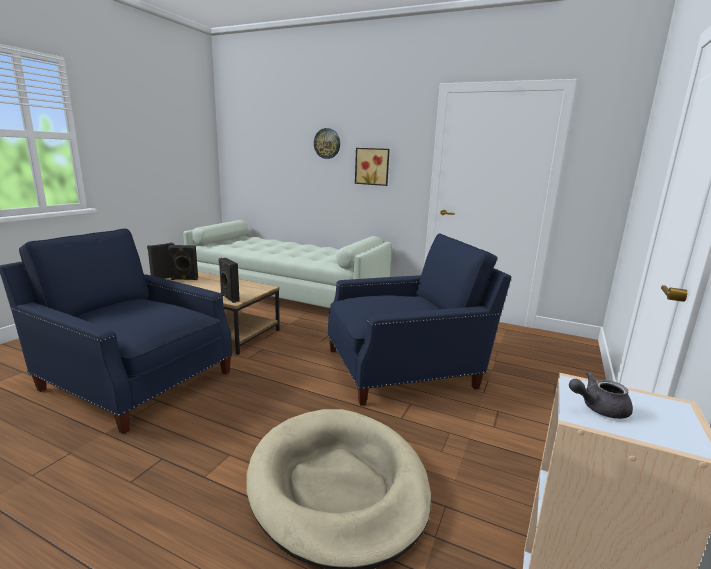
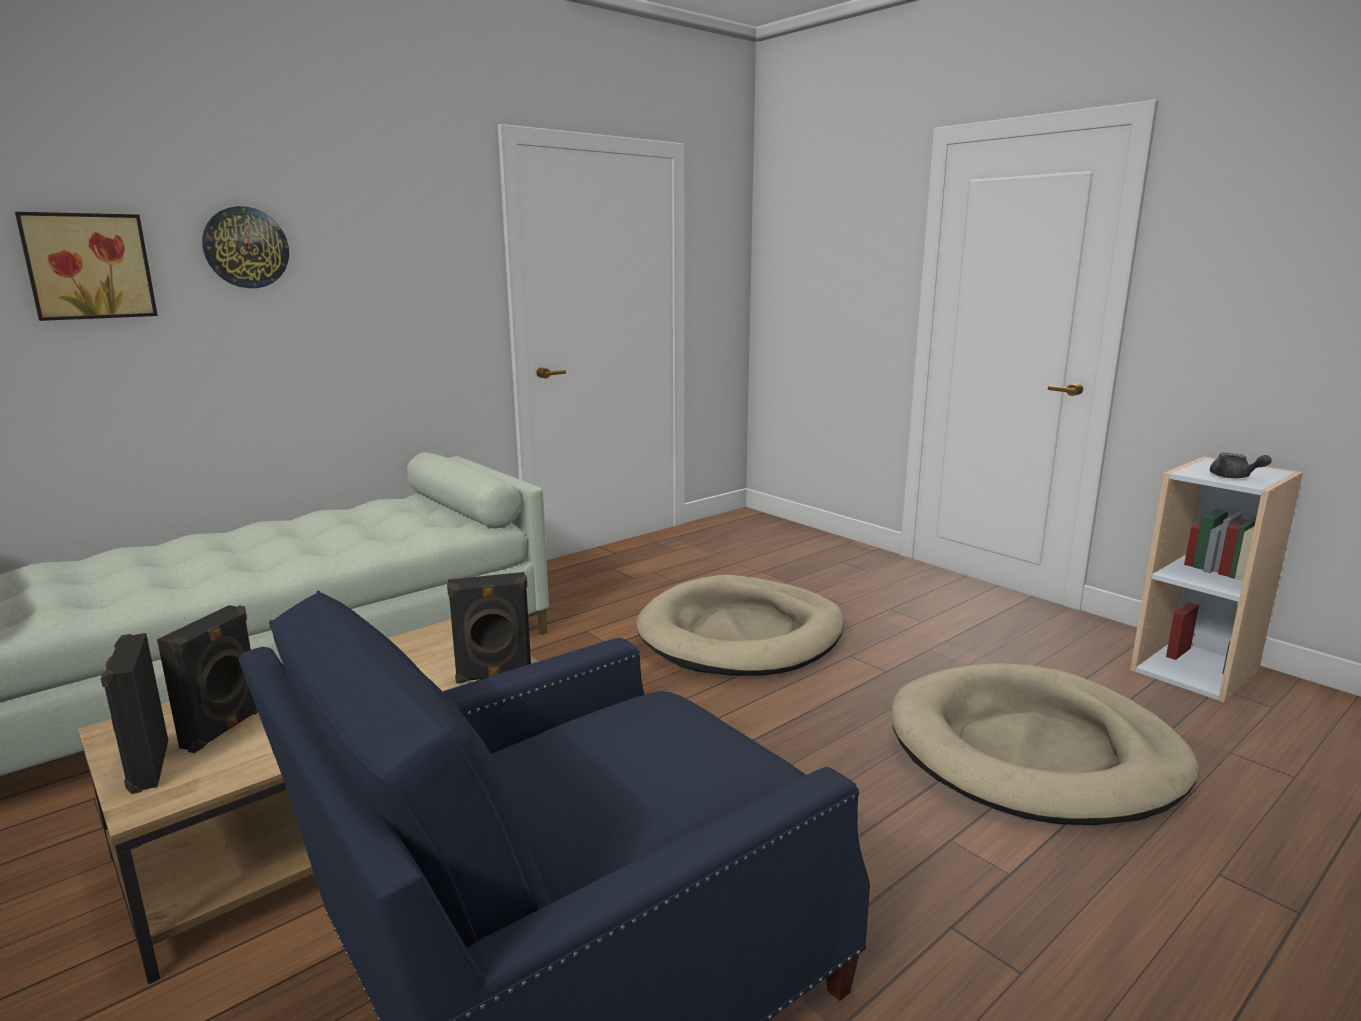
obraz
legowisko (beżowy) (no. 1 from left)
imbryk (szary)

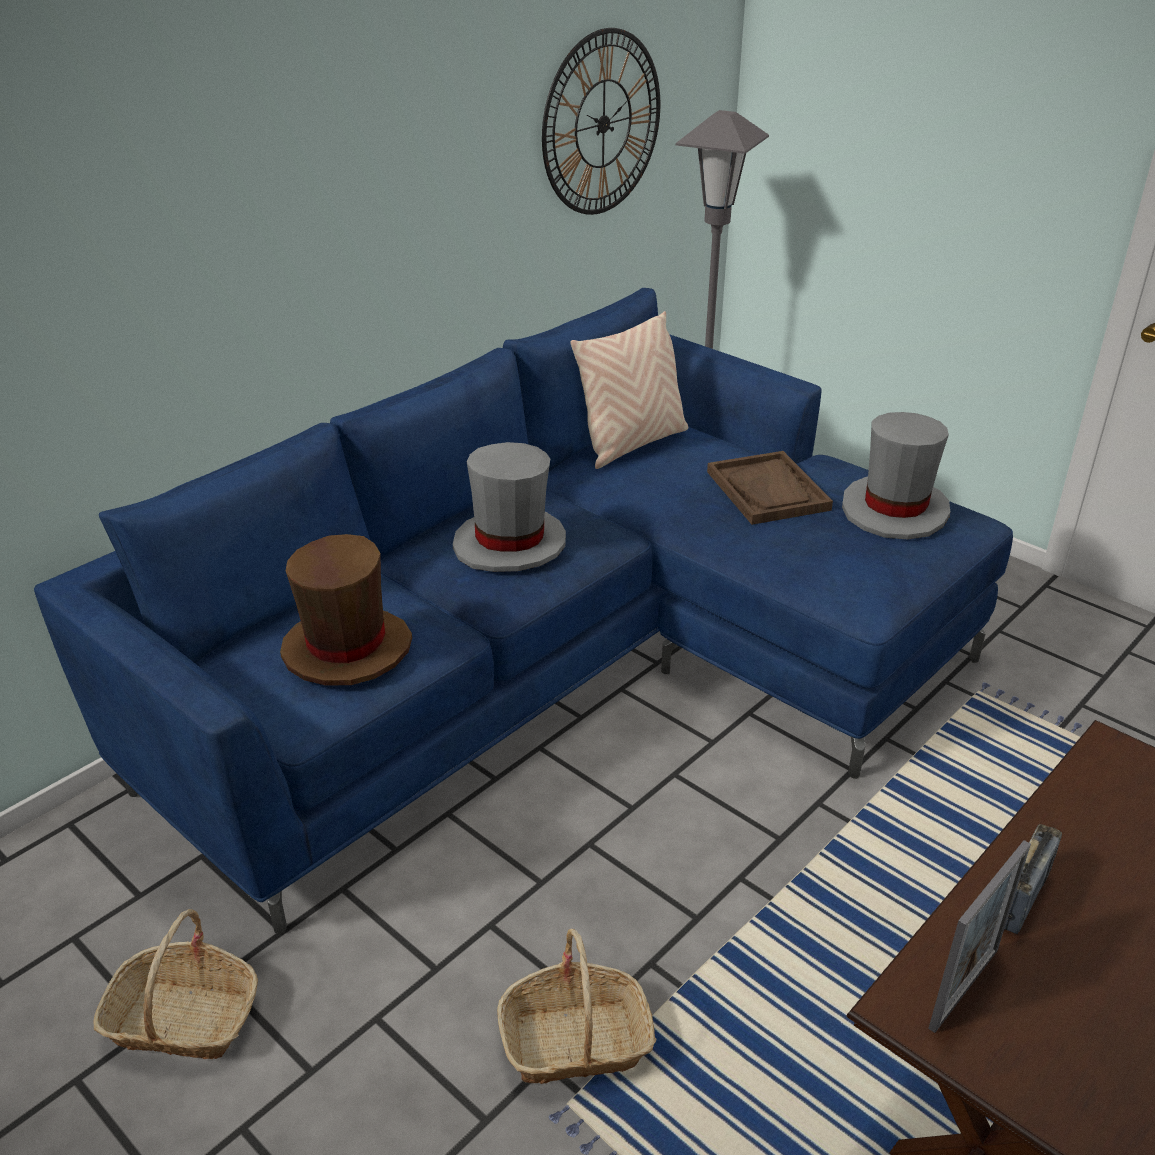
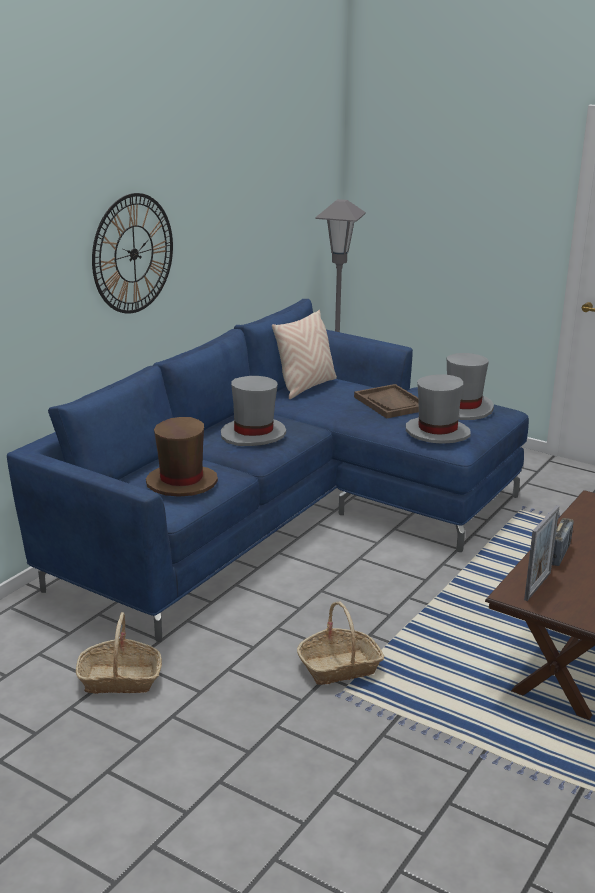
kapelusz (szary) (no. 2 from left)
zegar ścienny

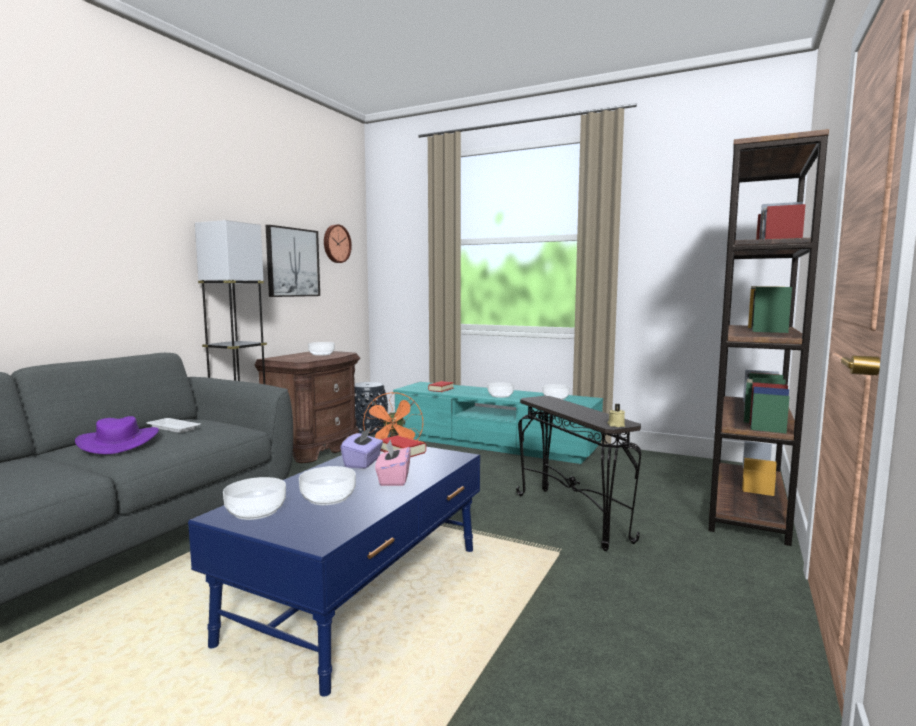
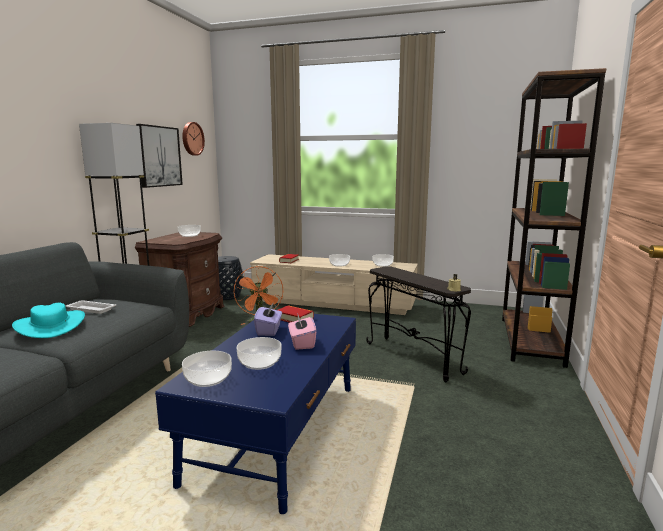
kapelusz (turkusowy)
szafka pod telewizor (beżowy)

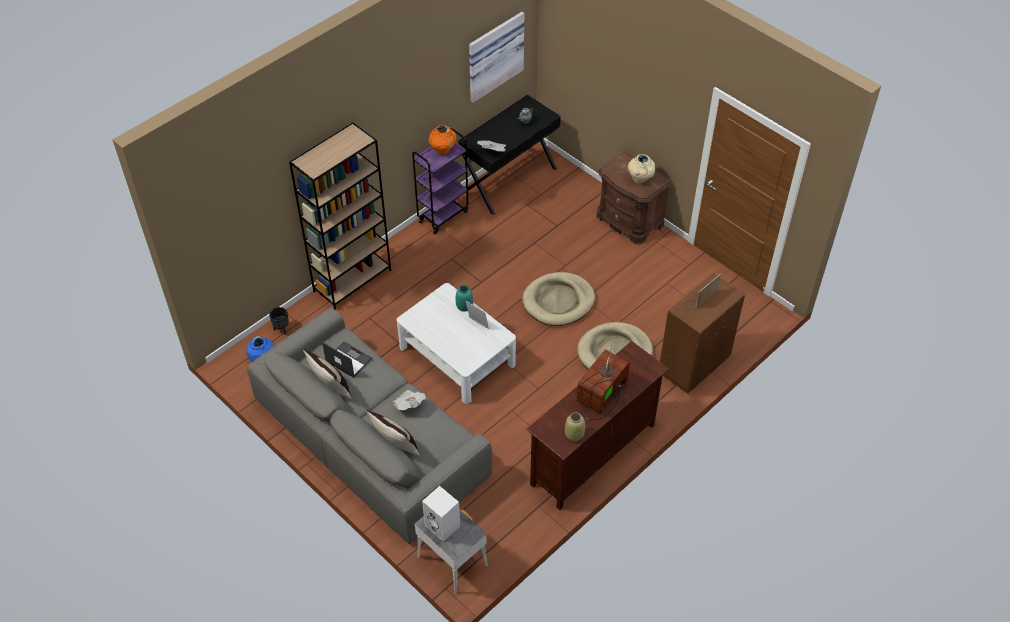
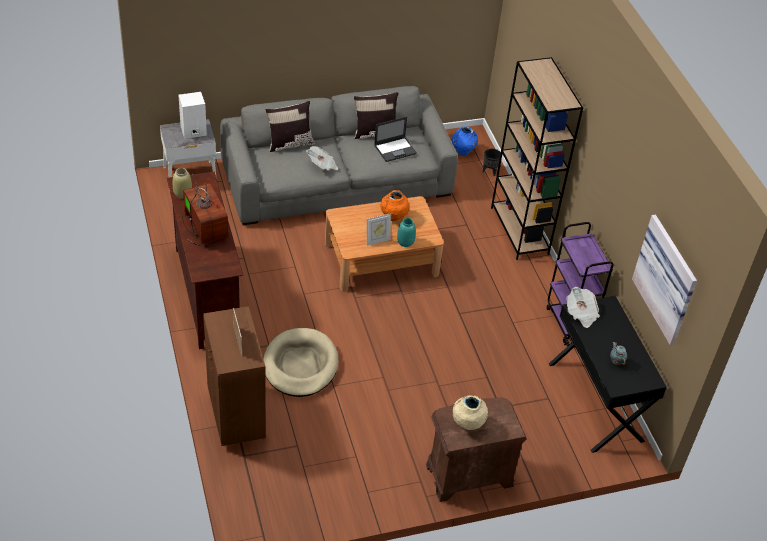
legowisko (beżowy) (no. 1 from left in the first image)
wazon (pomarańczowy)
ława (brązowy)

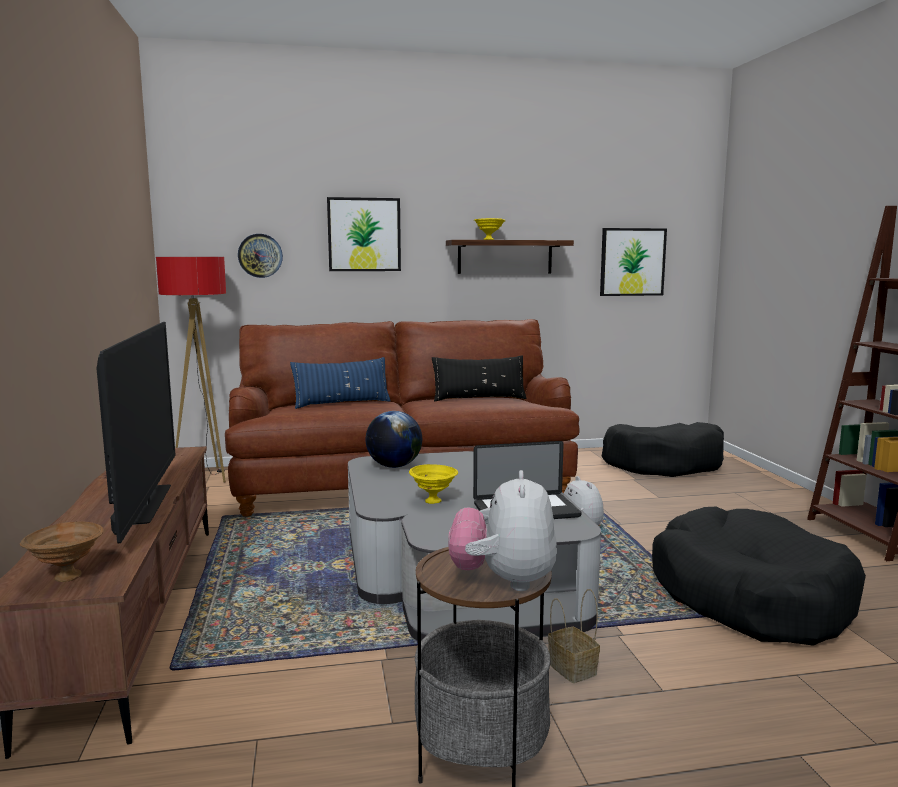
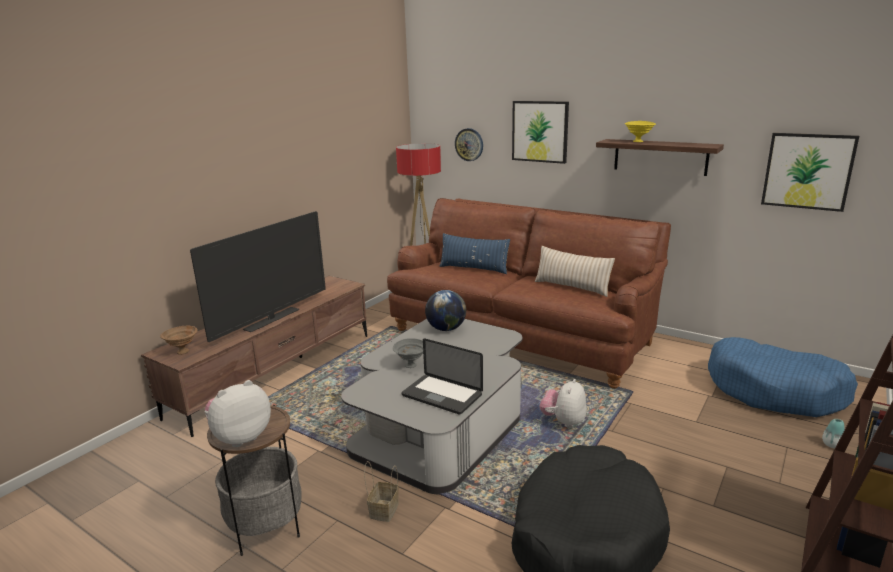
wazon
miska (szary)
poduszka (beżowy)
legowisko (niebieski)

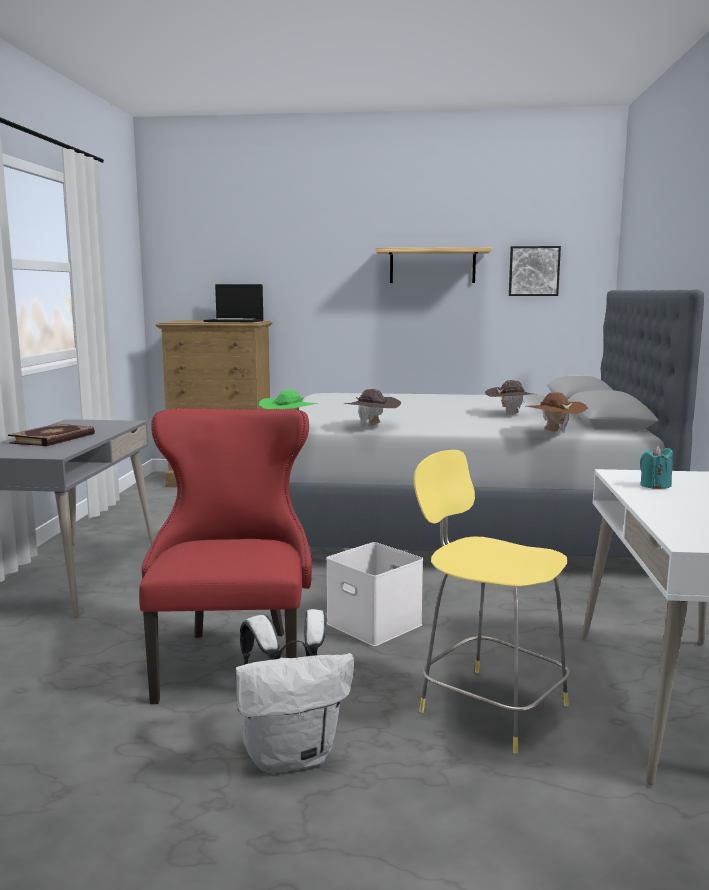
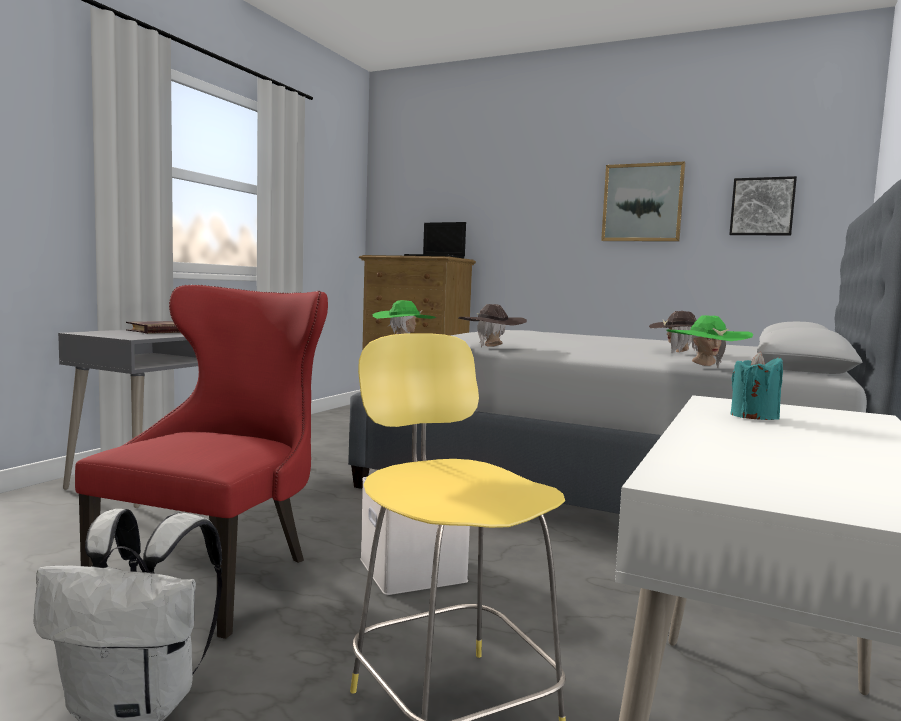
obraz (no. 1 from left)
kapelusz (zielony) (no. 2 from left)

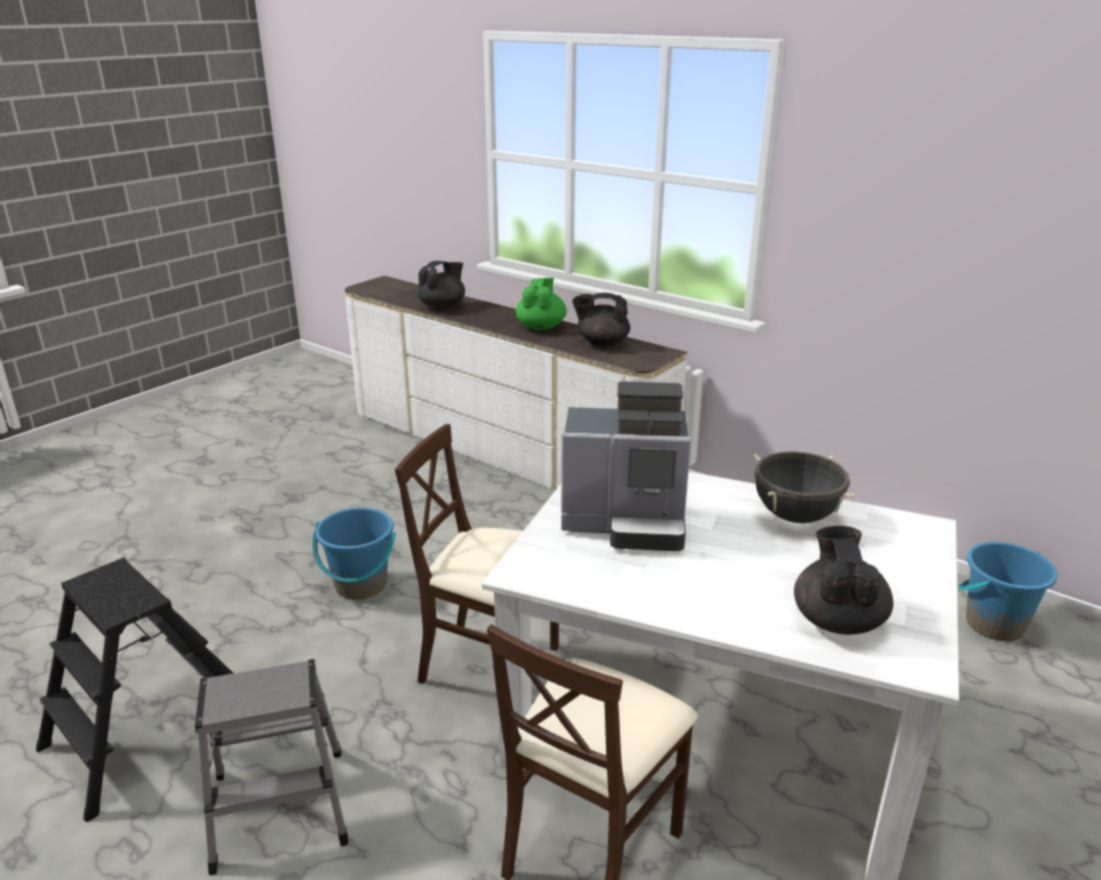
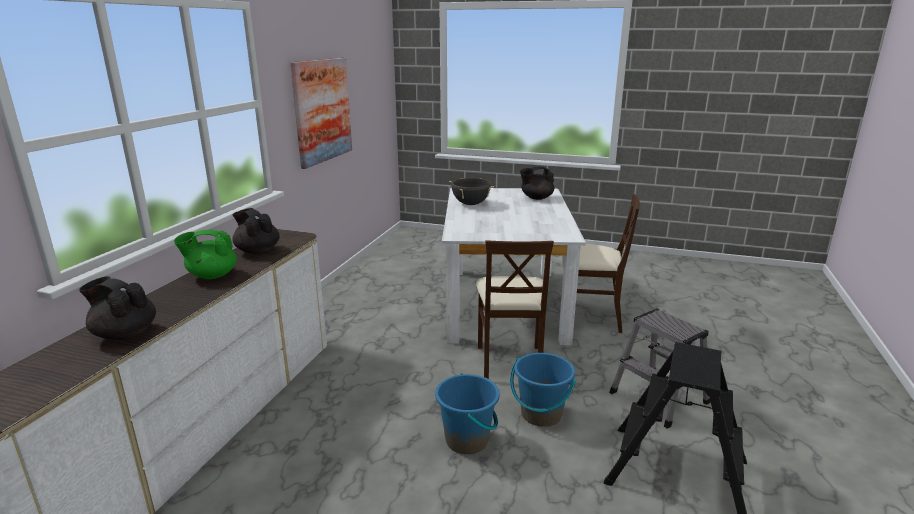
ekspres do kawy
obraz
wiadro (niebieski) (no. 2 from left)
imbryk (czarny) (no. 2 from left)

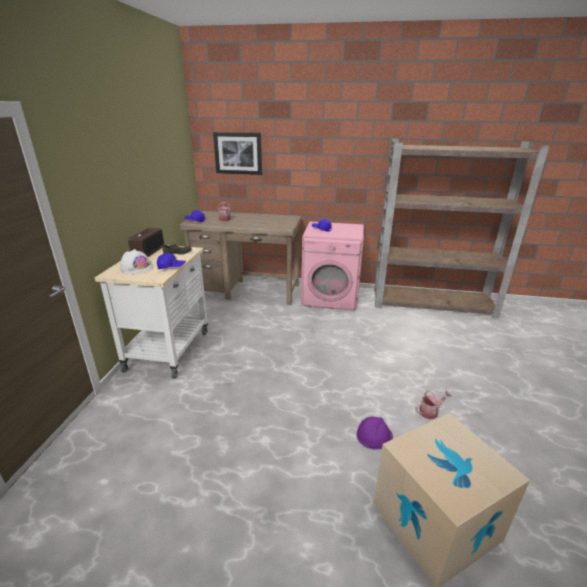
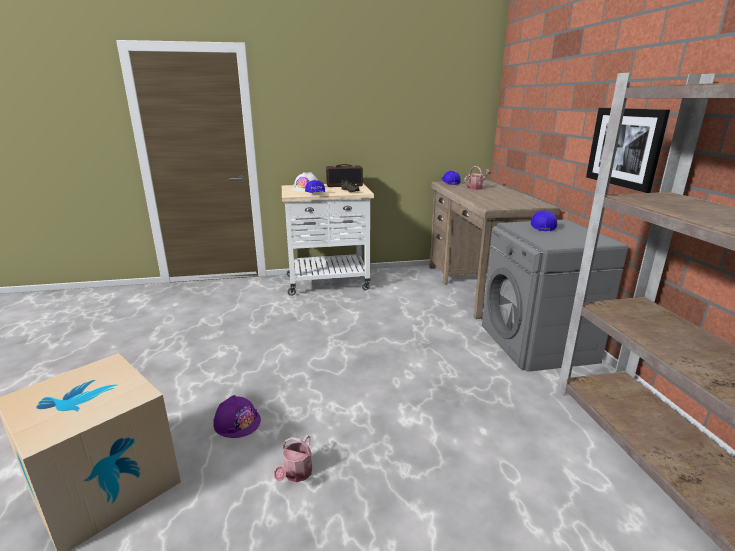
obraz
pralka (szary)
konewka (no. 1 from left)

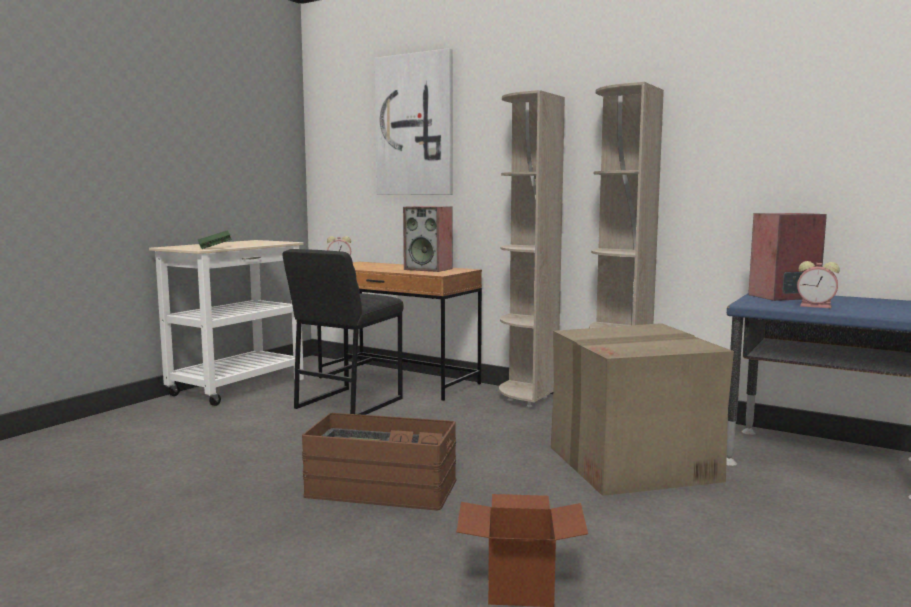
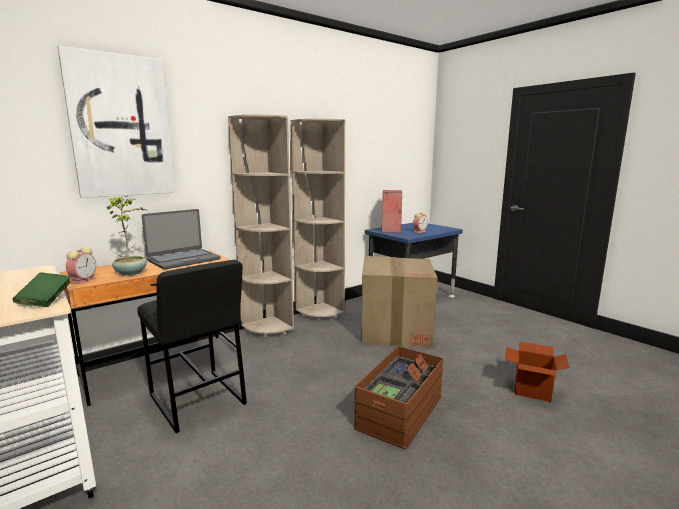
roślina doniczkowa
laptop

